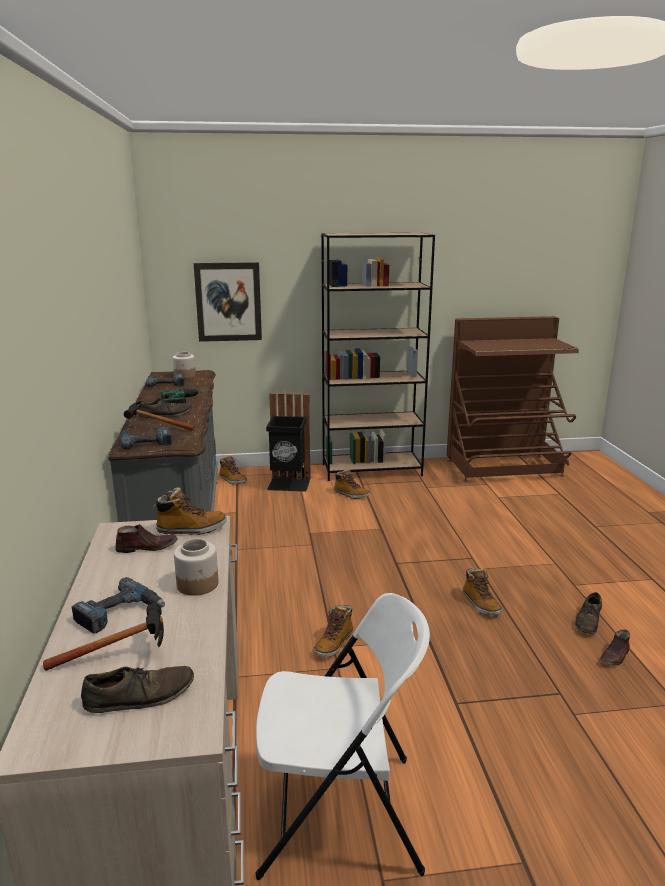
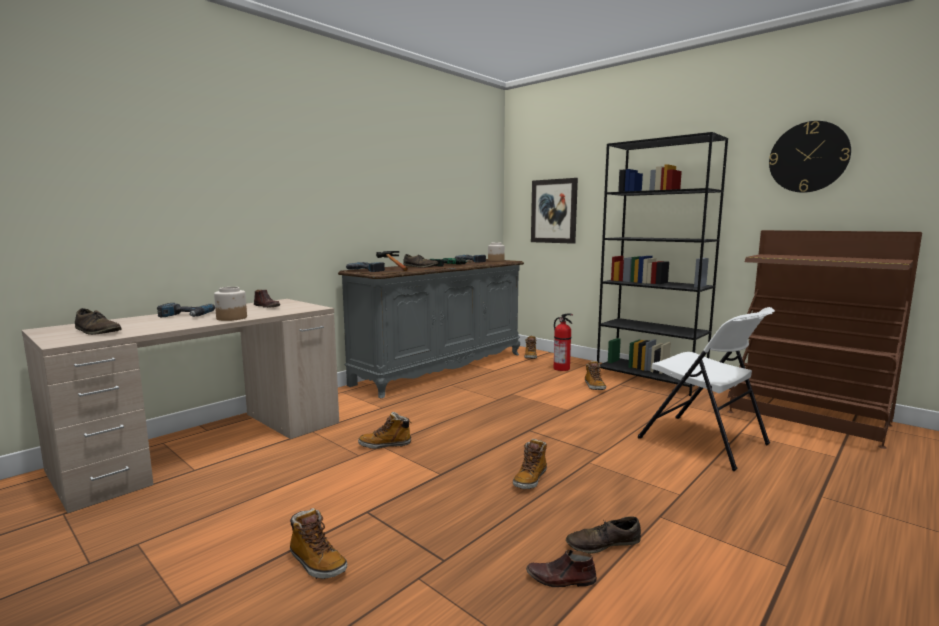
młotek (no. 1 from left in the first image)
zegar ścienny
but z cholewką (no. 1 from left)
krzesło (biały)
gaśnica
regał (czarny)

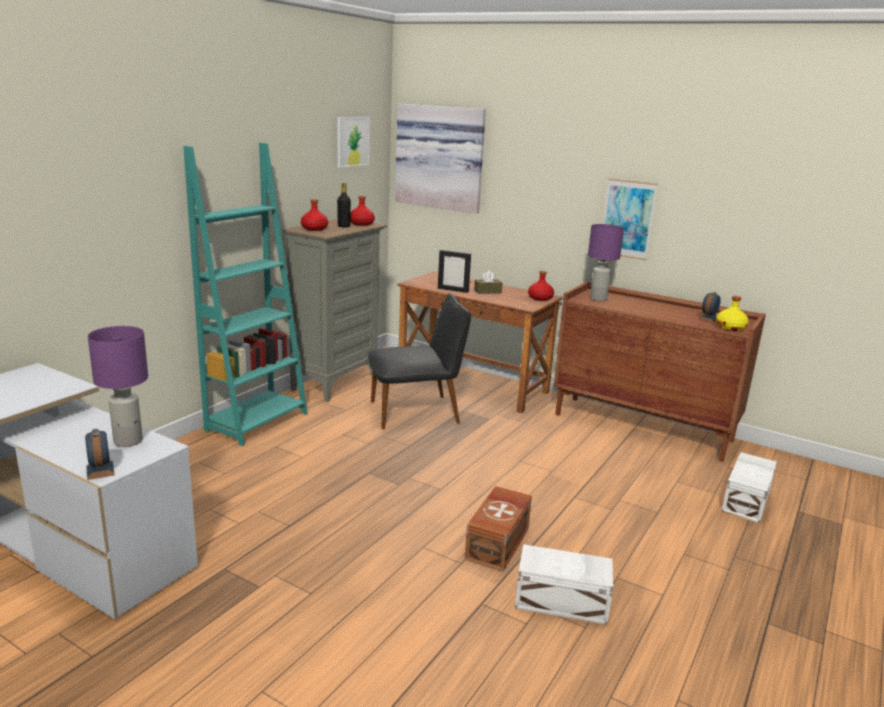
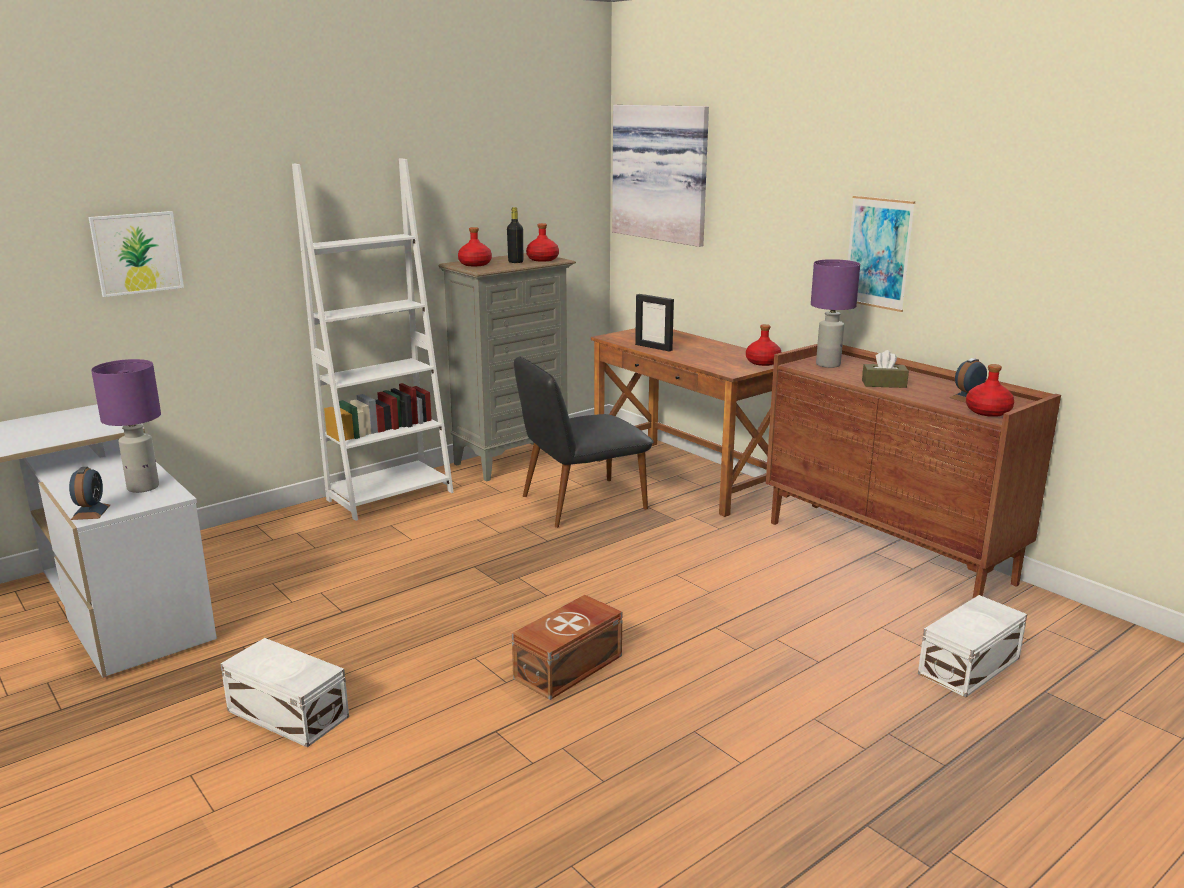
obraz (no. 1 from left)
pudełko chusteczek (brązowy)
pojemnik do przechowywania (biały) (no. 1 from left)
regał (biały)
butelka (czerwony) (no. 4 from left)
krzesło (czarny)

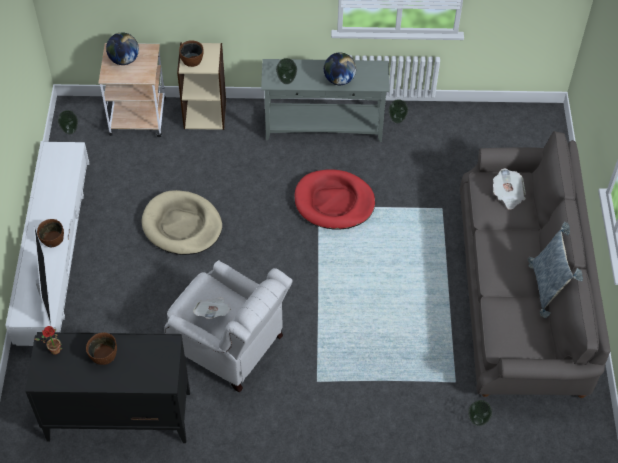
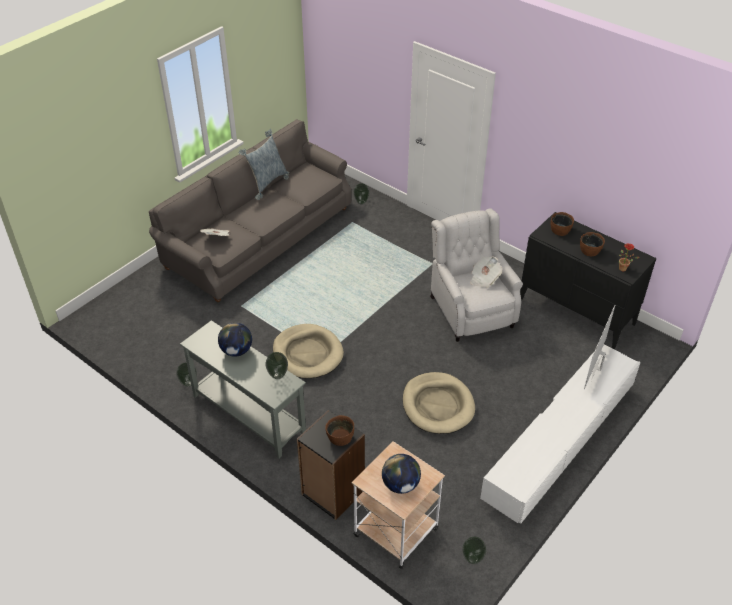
miska (brązowy) (no. 2 from left)
regał (czarny)
legowisko (beżowy) (no. 1 from left)

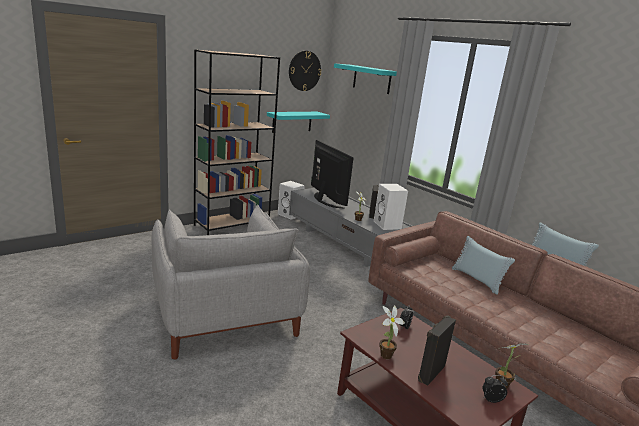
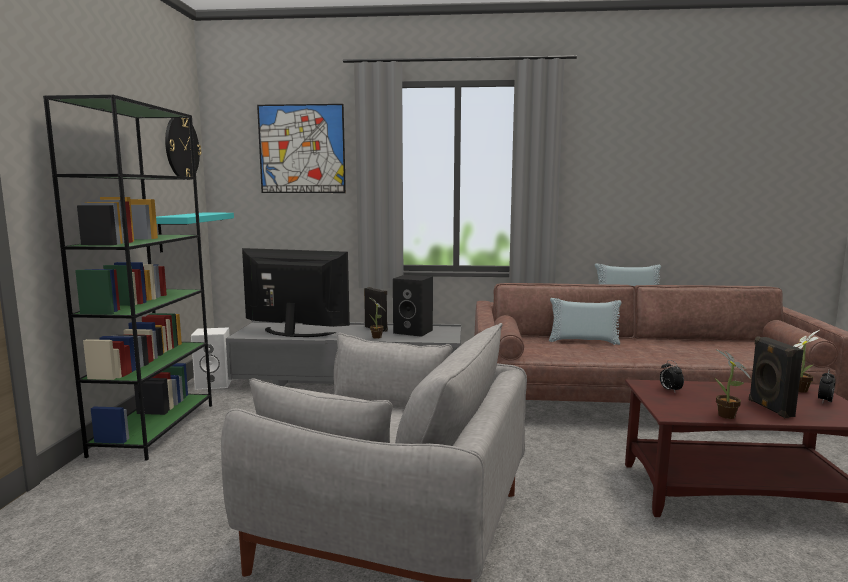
obraz
regał (zielony)
głośnik (czarny) (no. 2 from left)

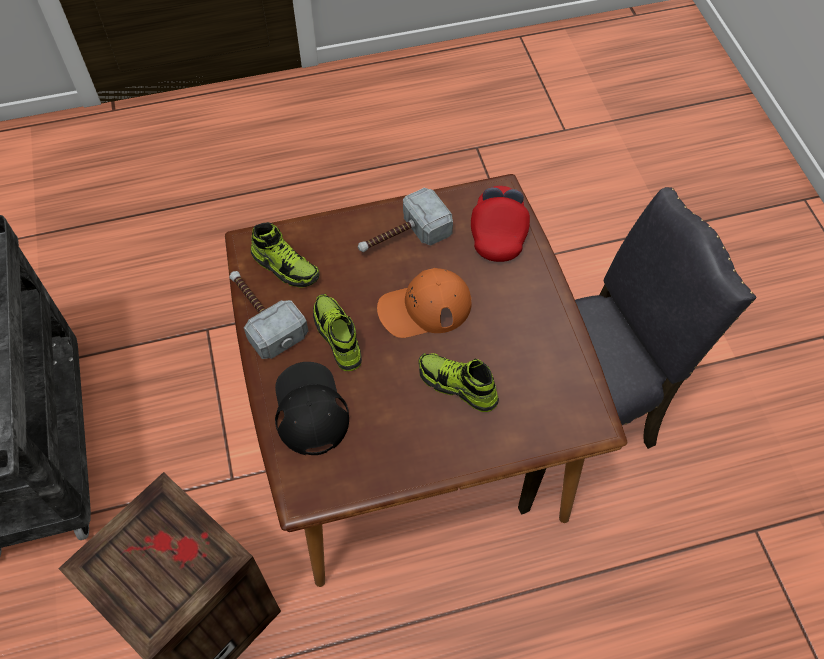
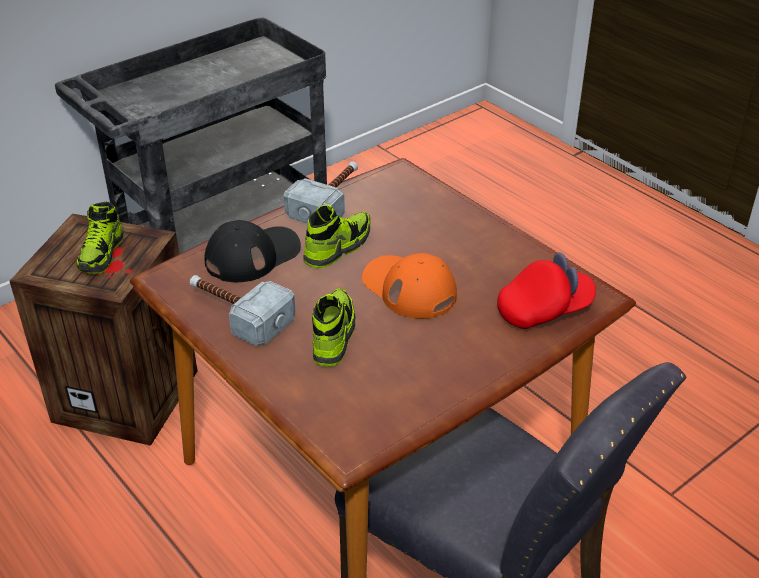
but (no. 1 from left)
młotek (no. 1 from left)

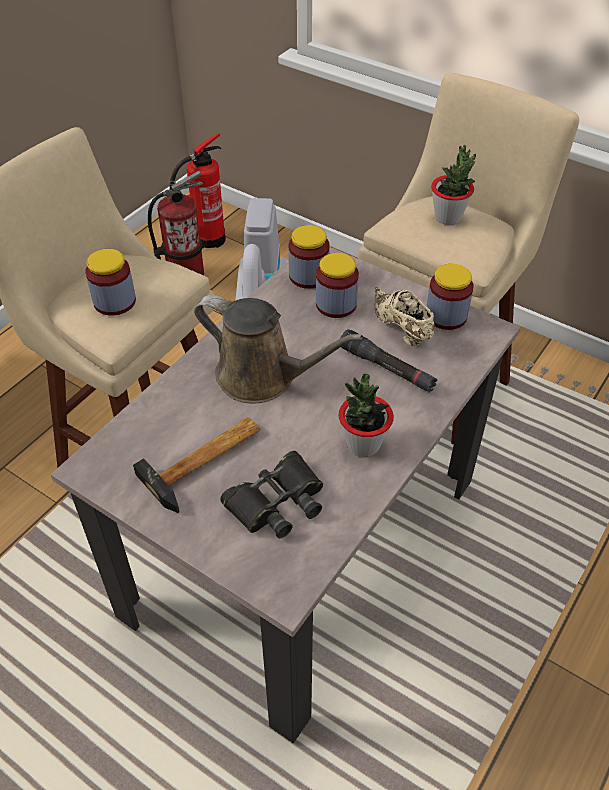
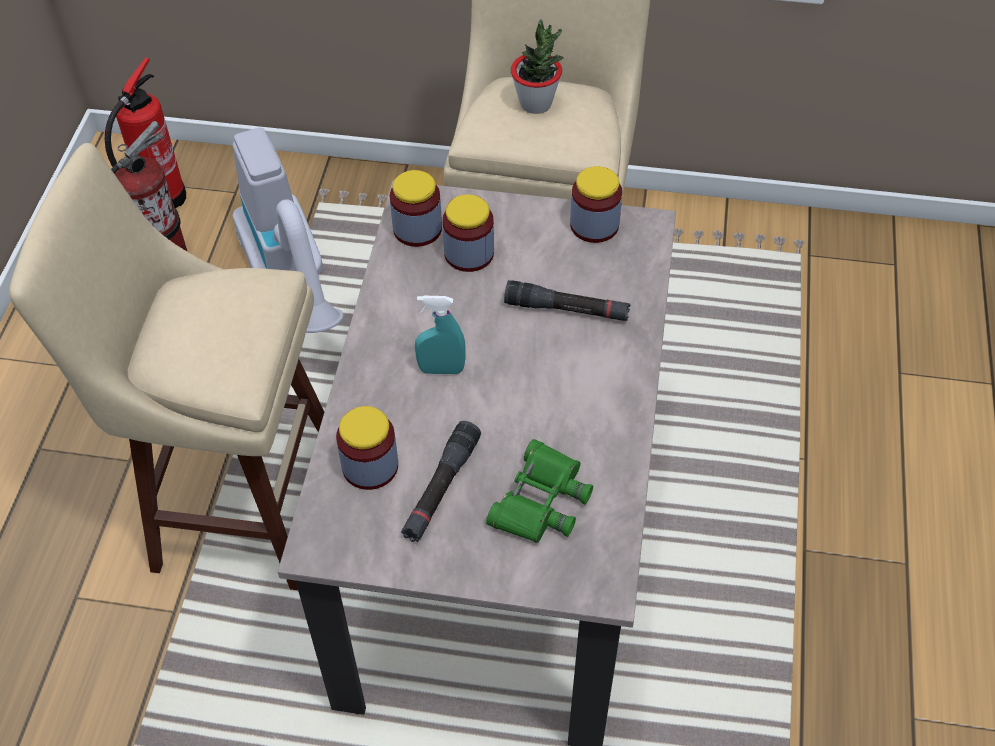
roślina doniczkowa (no. 1 from left in the first image)
but (beżowy)
słoik (no. 1 from left)
latarka (czarny) (no. 1 from left)
spryskiwacz (turkusowy)
lornetka (zielony)

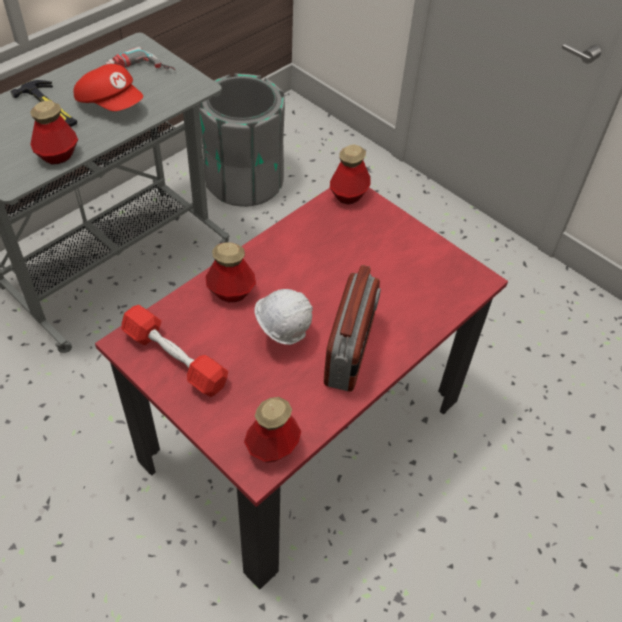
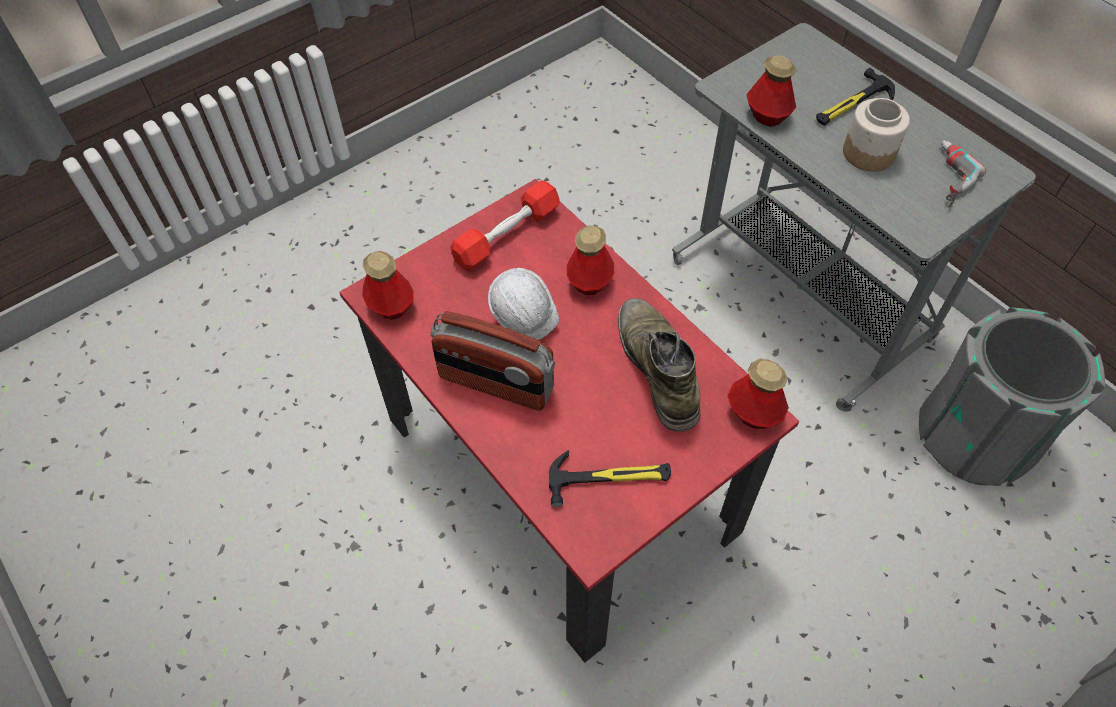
młotek (no. 1 from left)
but z cholewką (zielony)
słoik

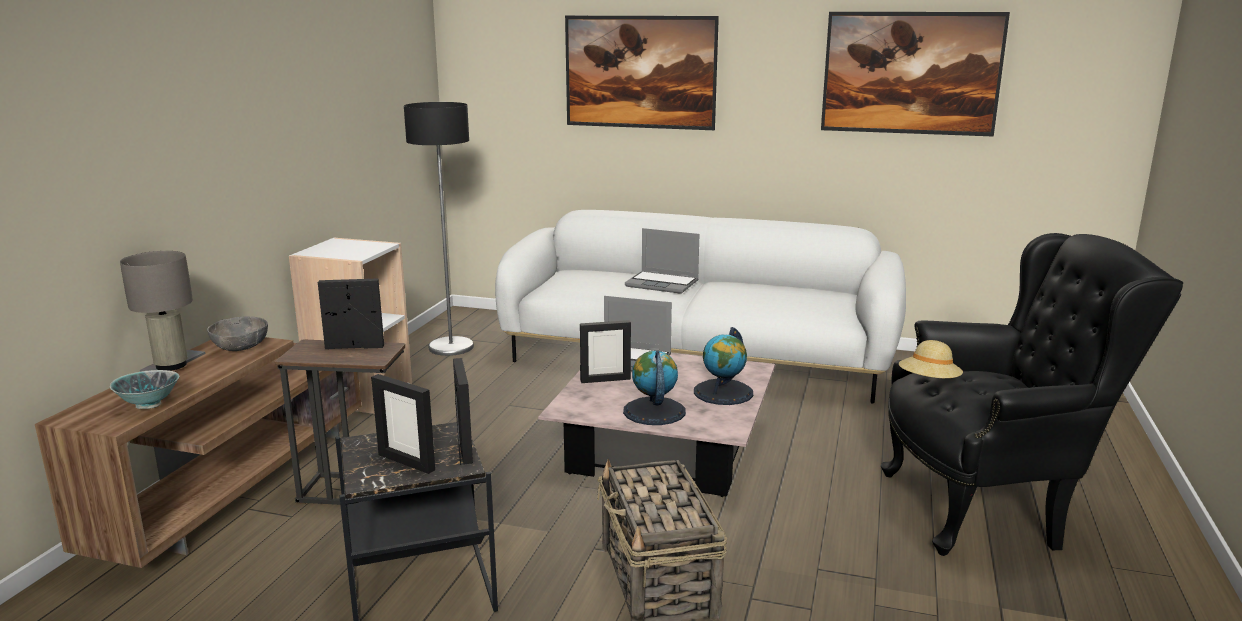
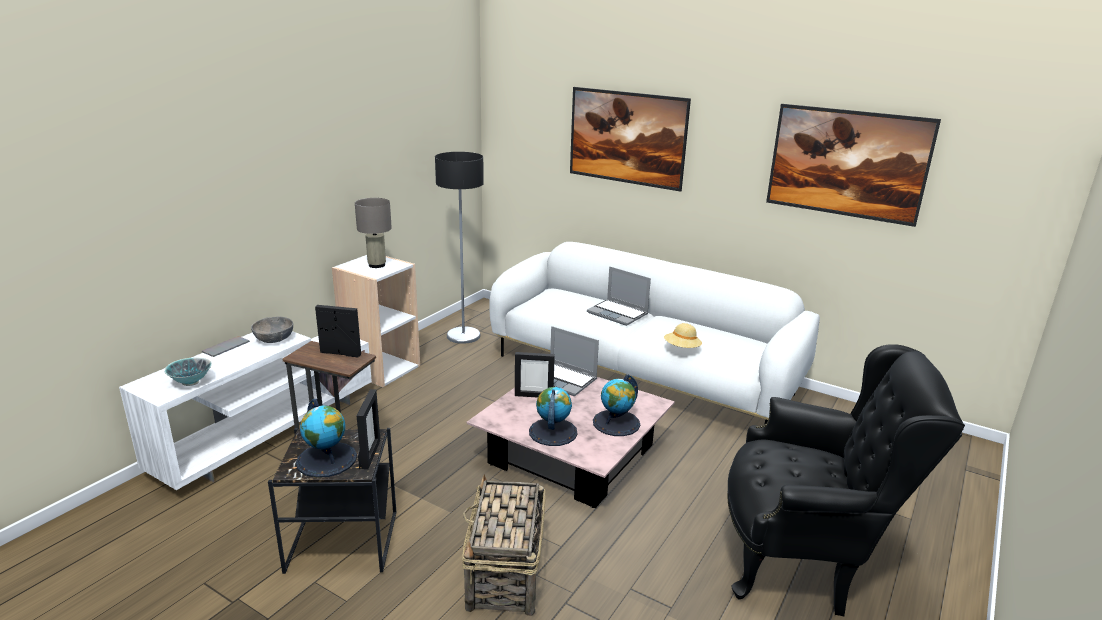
lampa stołowa (szary)
kapelusz (beżowy)
globus (no. 1 from left)
szafka pod telewizor (biały)

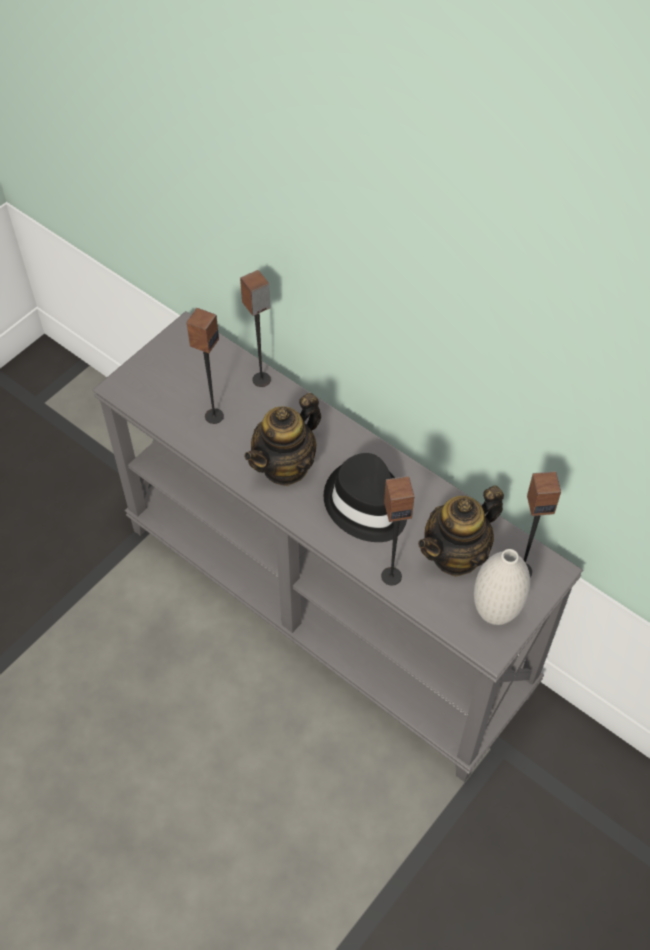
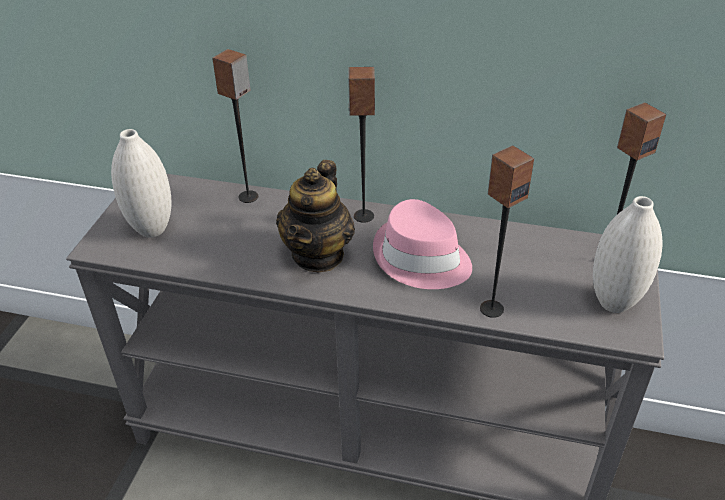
imbryk (no. 2 from left in the first image)
wazon (biały) (no. 1 from left)
głośnik (no. 2 from left)
kapelusz (różowy)

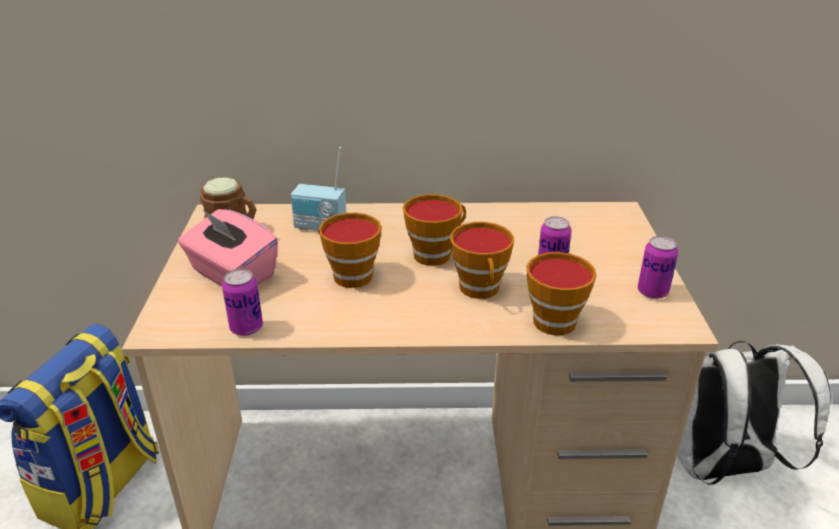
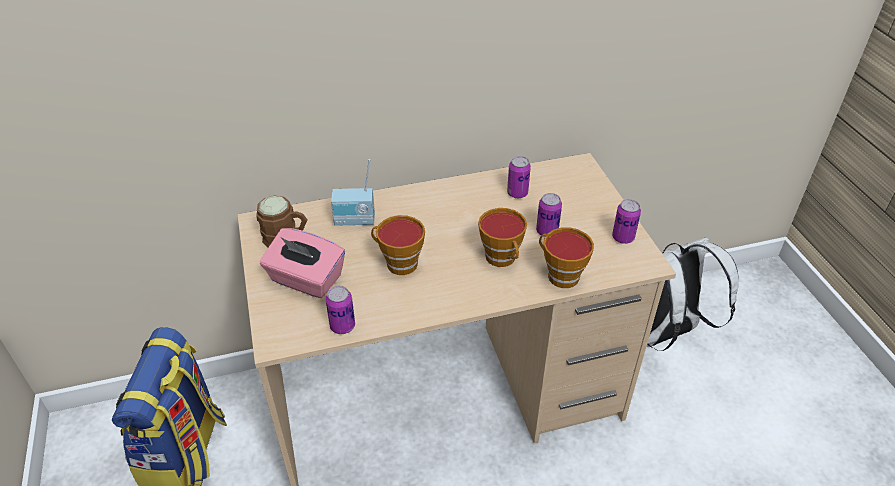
filiżanka (no. 2 from left in the first image)
puszka (no. 2 from left)

